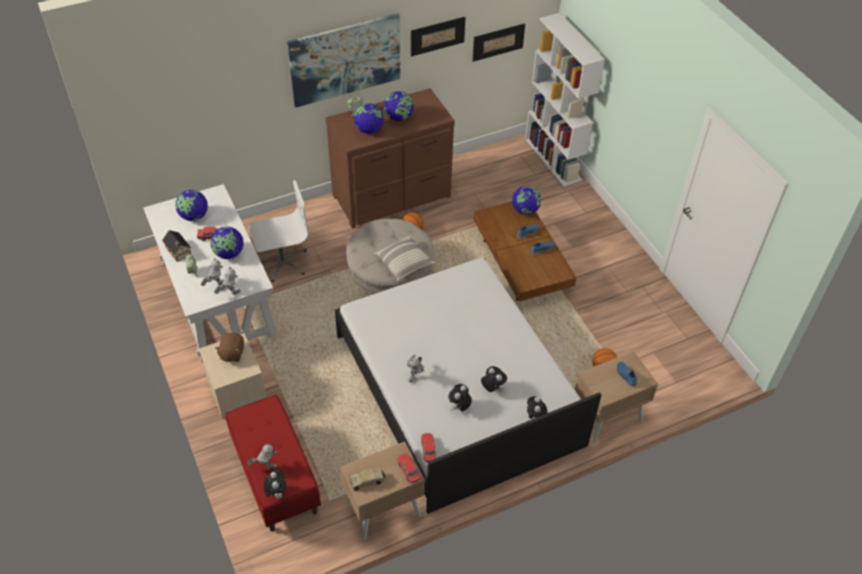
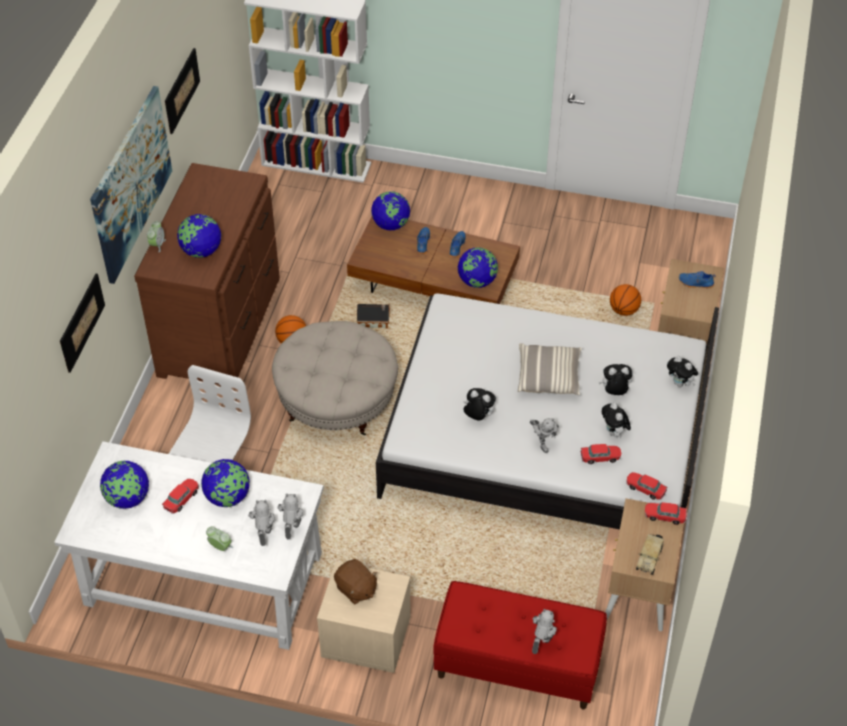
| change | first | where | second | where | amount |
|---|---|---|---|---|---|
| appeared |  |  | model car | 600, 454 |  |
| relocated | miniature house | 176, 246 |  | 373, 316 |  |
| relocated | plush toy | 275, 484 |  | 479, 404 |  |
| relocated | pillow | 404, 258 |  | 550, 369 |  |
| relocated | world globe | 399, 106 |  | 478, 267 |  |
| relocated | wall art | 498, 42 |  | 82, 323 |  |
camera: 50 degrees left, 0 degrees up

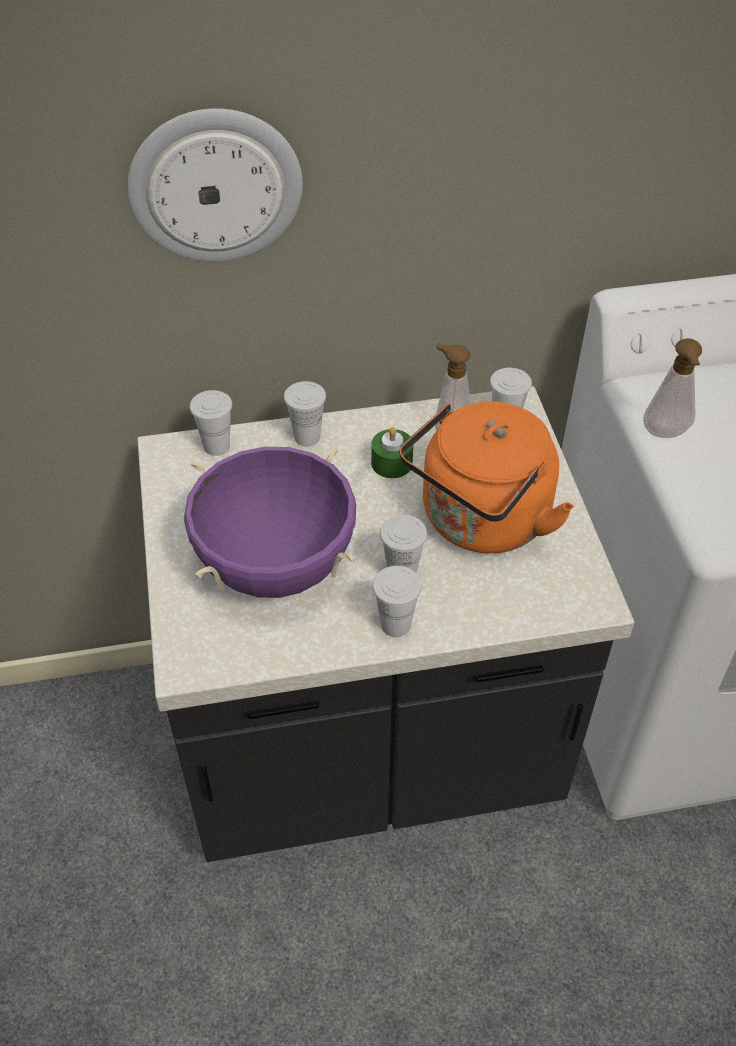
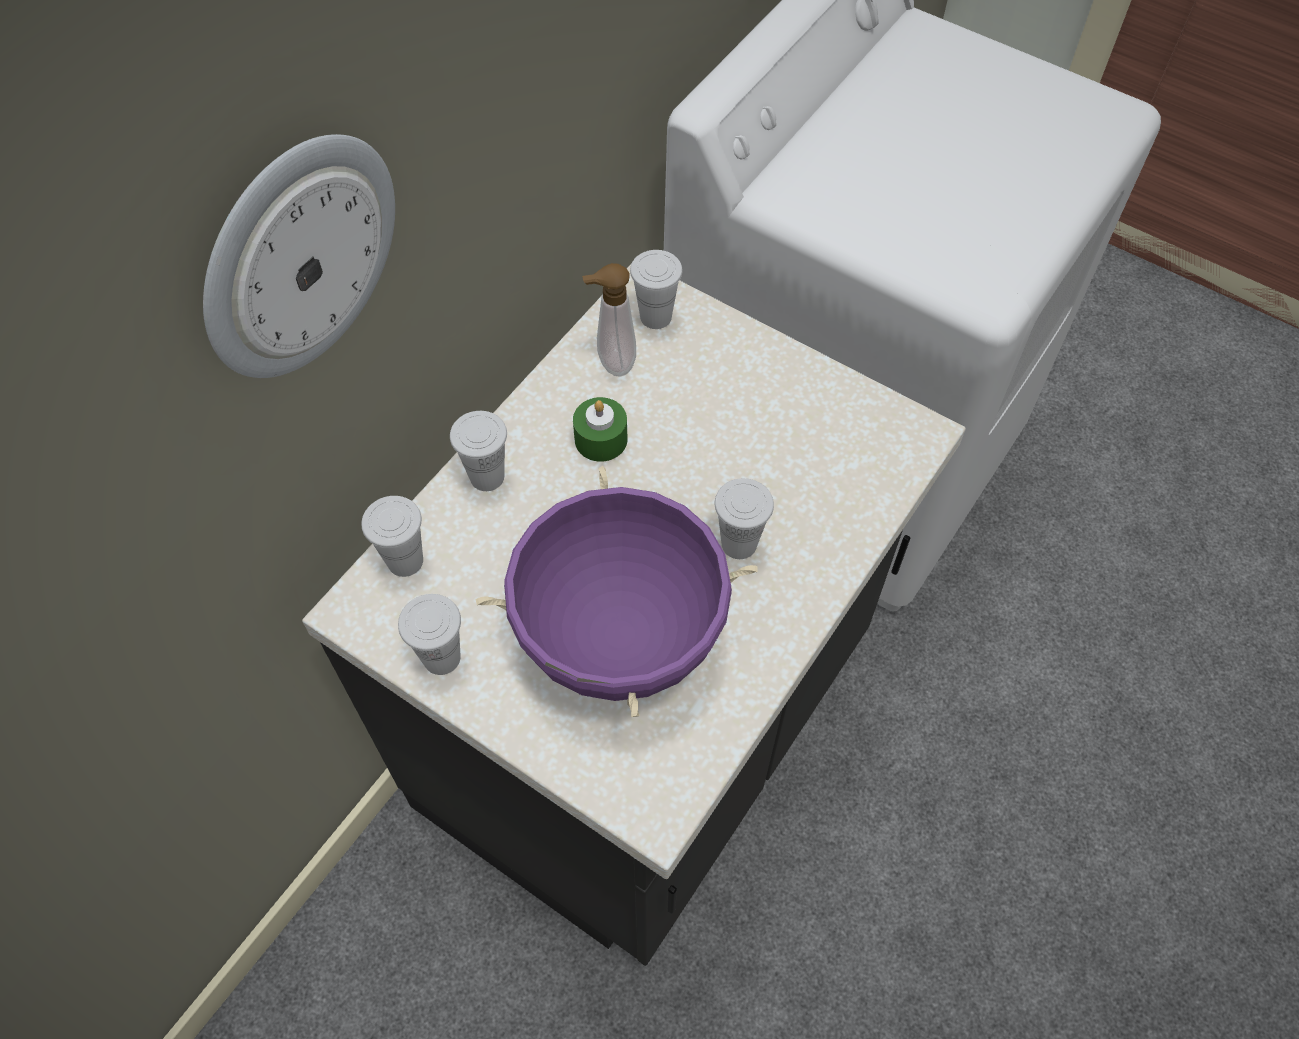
| change | first | where | second | where | amount |
|---|---|---|---|---|---|
| missing | orange kettle | 486, 477 |  |  |  |
| missing | soap bottle | 672, 388 |  |  |  |
| relocated | white-coloured drinking cup | 397, 601 |  | 429, 634 |  |
camera: 45 degrees left, 10 degrees up

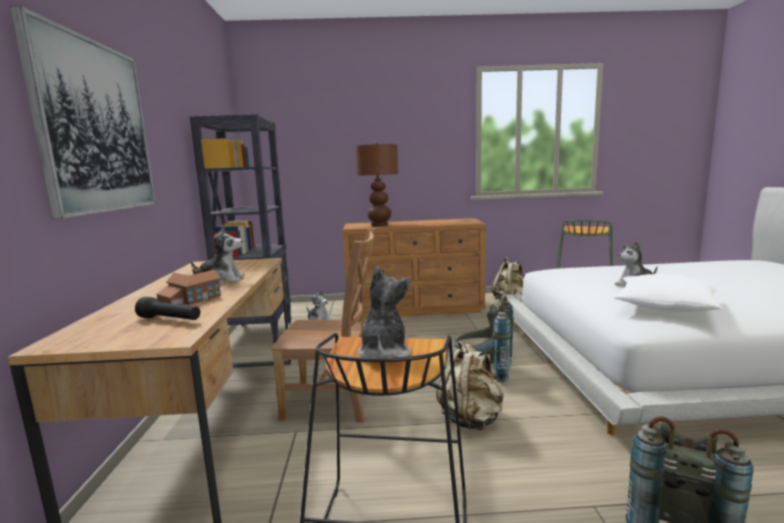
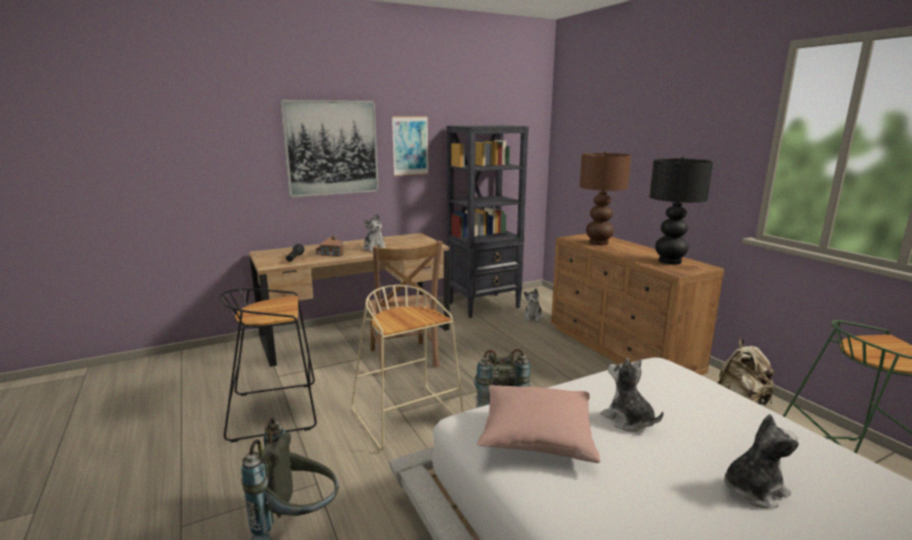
| change | first | where | second | where | amount |
|---|---|---|---|---|---|
| appeared |  |  | wall art | 410, 146 |  |
| appeared |  |  | black table lamp | 681, 210 |  |
| relocated | plush toy | 385, 312 |  | 761, 461 |  |
| exchanged | beige rucksack | 470, 385 | beige stool | 407, 367 |  |
| colour | white-coloured pillow | 668, 293 | pinkish pillow | 539, 424 |  |
camera: 65 degrees right, 5 degrees up

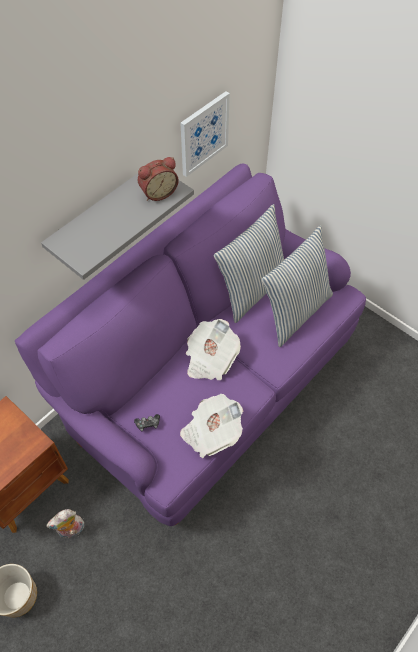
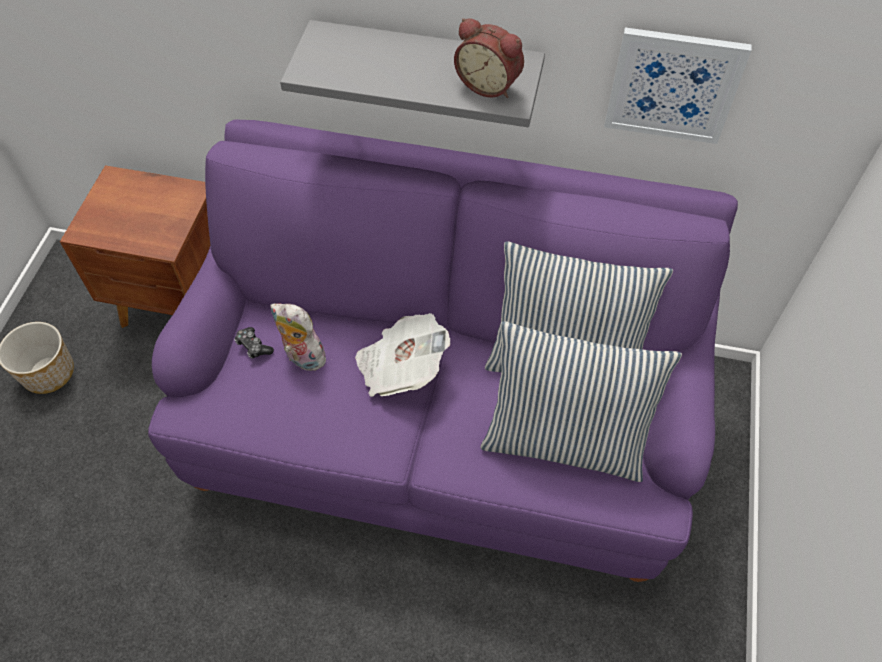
| change | first | where | second | where | amount |
|---|---|---|---|---|---|
| missing | newspaper | 211, 426 |  |  |  |
| relocated | plush toy | 65, 523 |  | 298, 337 |  |
camera: 60 degrees right, 0 degrees up

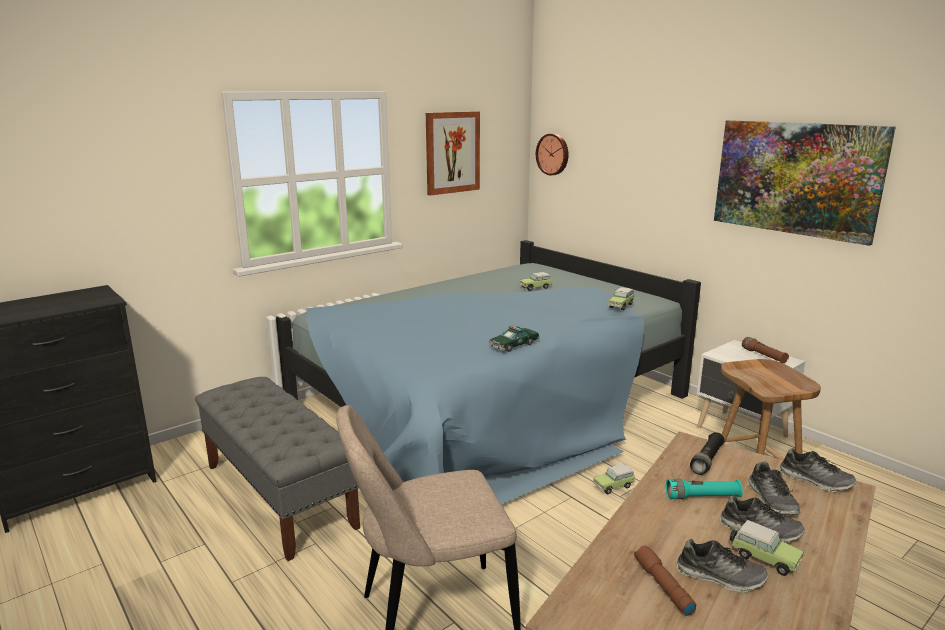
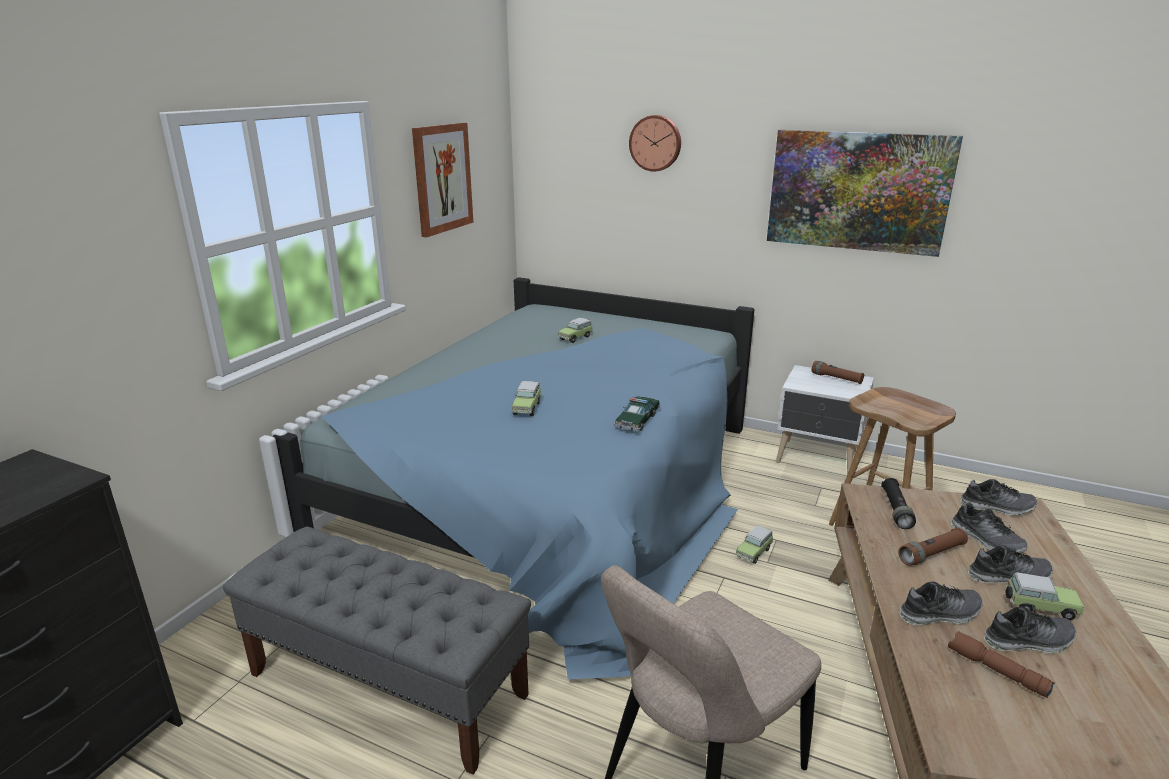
| change | first | where | second | where | amount |
|---|---|---|---|---|---|
| appeared |  |  | low shoe | 941, 604 |  |
| relocated | hanging clock | 552, 154 |  | 655, 143 |  |
| relocated | model car | 621, 298 |  | 527, 398 |  |
| colour | turquoise torch | 704, 489 | brown-coloured torch | 933, 547 |  |
camera: 25 degrees left, 5 degrees up

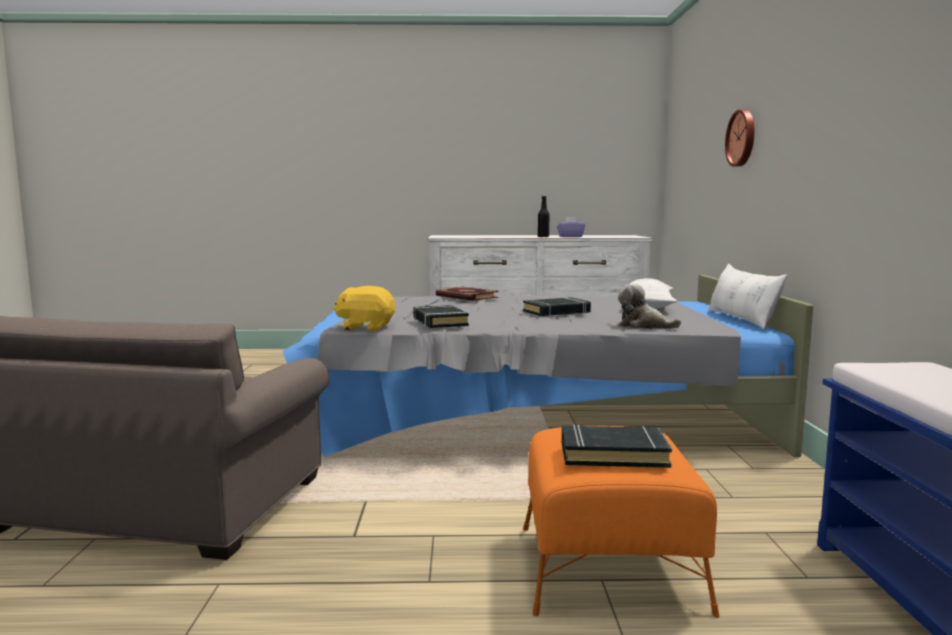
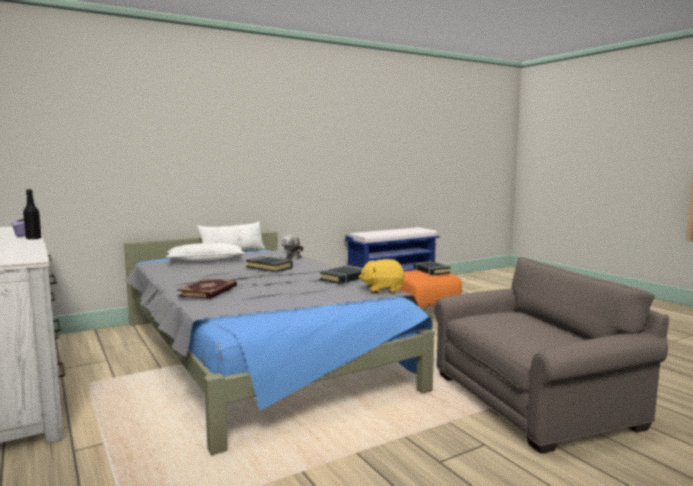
| change | first | where | second | where | amount |
|---|---|---|---|---|---|
| missing | hanging clock | 739, 138 |  |  |  |
| spun | yellow-coloured plush toy | 364, 308 |  | 381, 276 | 105 degrees clockwise |
camera: 120 degrees left, 0 degrees up

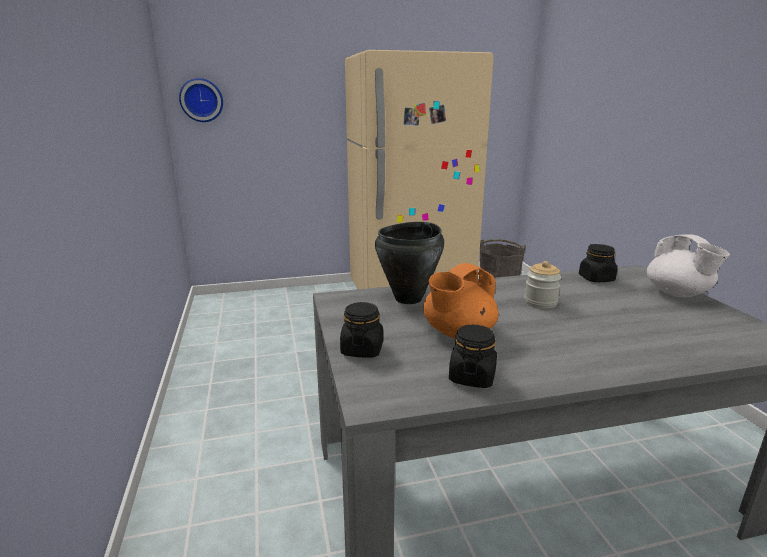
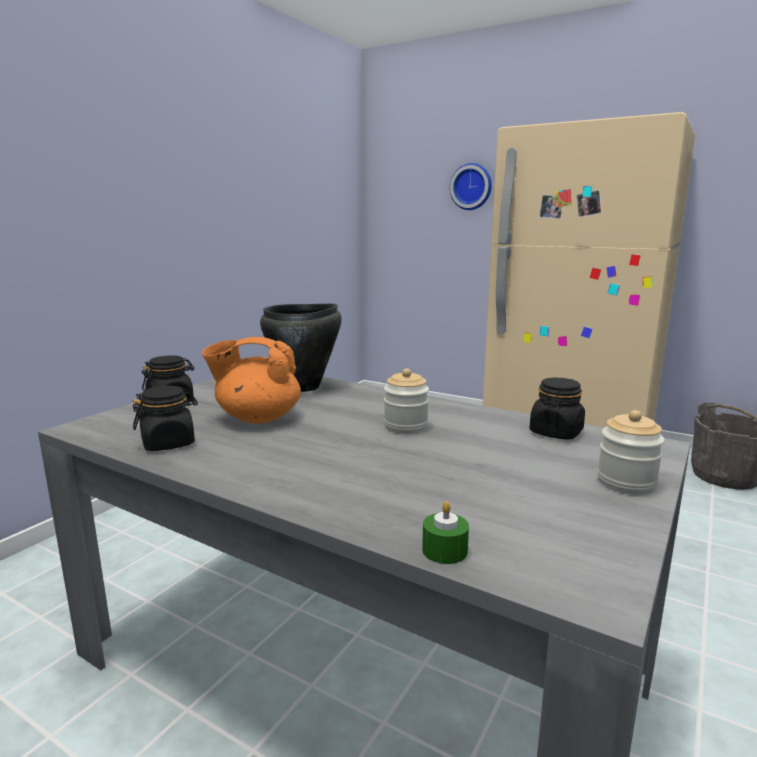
| change | first | where | second | where | amount |
|---|---|---|---|---|---|
| appeared |  |  | green wax candle | 445, 532 |  |
| relocated | hanging clock | 201, 100 |  | 471, 186 |  |
| exchanged | white-coloured tea pot | 688, 266 | storage jar | 631, 452 |  |
camera: 45 degrees right, 5 degrees down

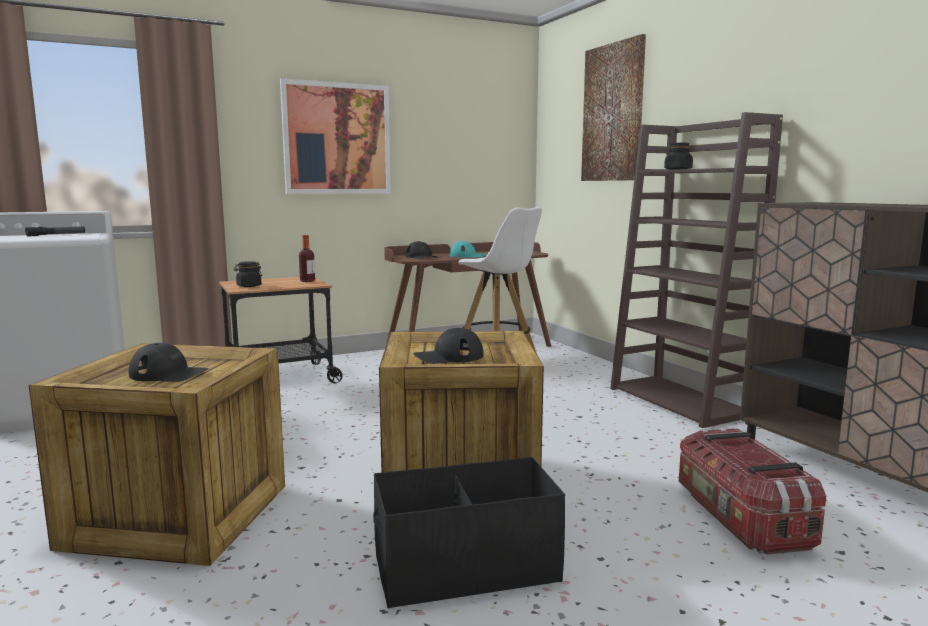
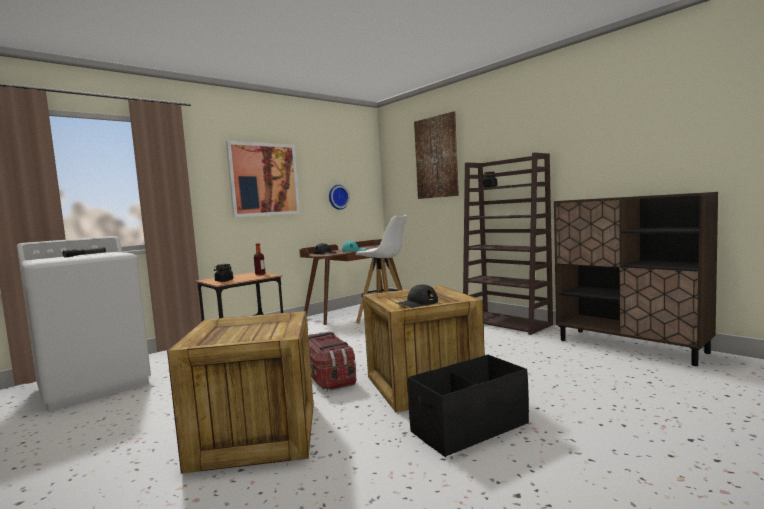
| change | first | where | second | where | amount |
|---|---|---|---|---|---|
| missing | black baseball cap | 168, 362 |  |  |  |
| appeared |  |  | hanging clock | 339, 197 |  |
| relocated | storage box | 752, 491 |  | 332, 361 |  |
camera: 15 degrees left, 5 degrees down

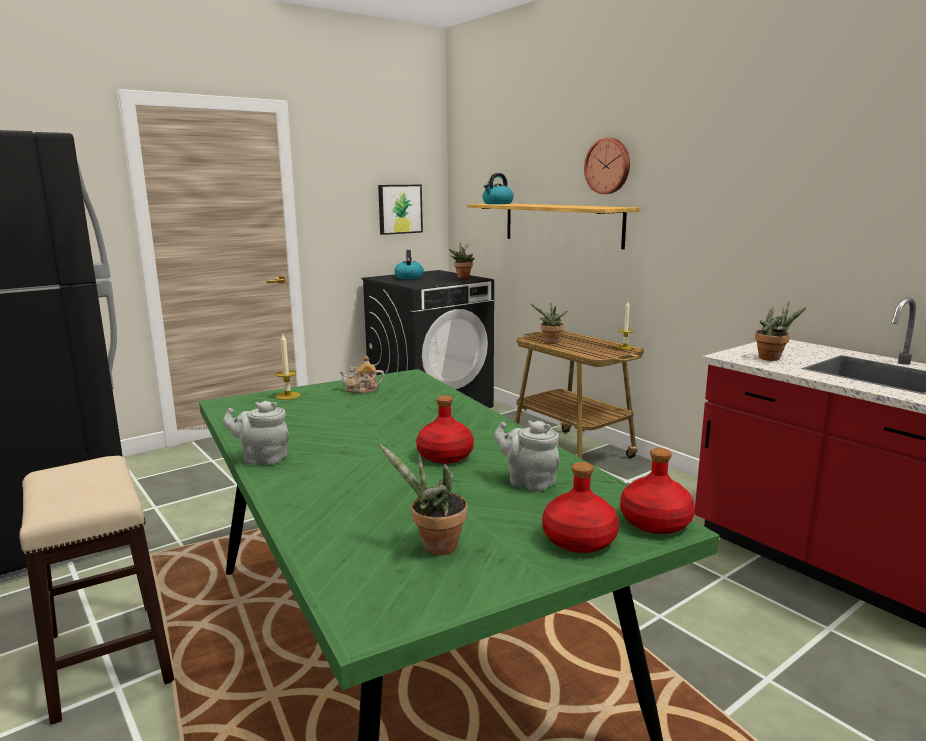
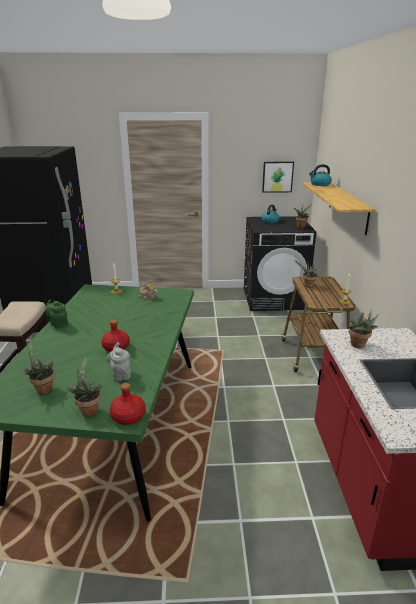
| change | first | where | second | where | amount |
|---|---|---|---|---|---|
| missing | hanging clock | 607, 166 |  |  |  |
| exchanged | reddish drink bottle | 580, 507 | plant in a pot | 84, 387 |  |
| colour | grey tea pot | 256, 433 | green tea pot | 57, 313 |  |
camera: 35 degrees right, 10 degrees up

